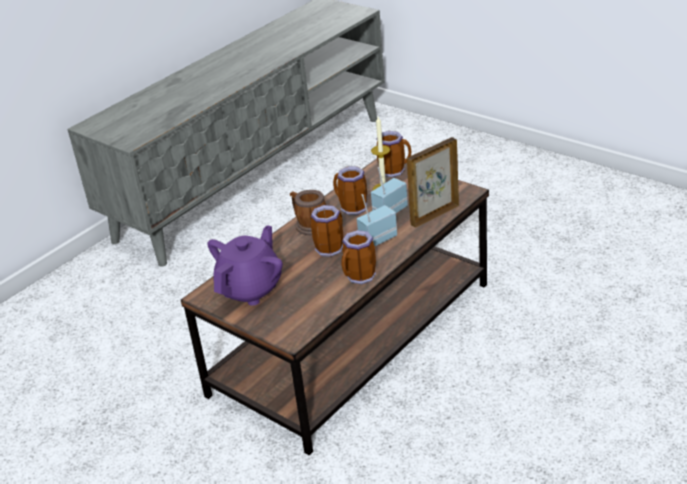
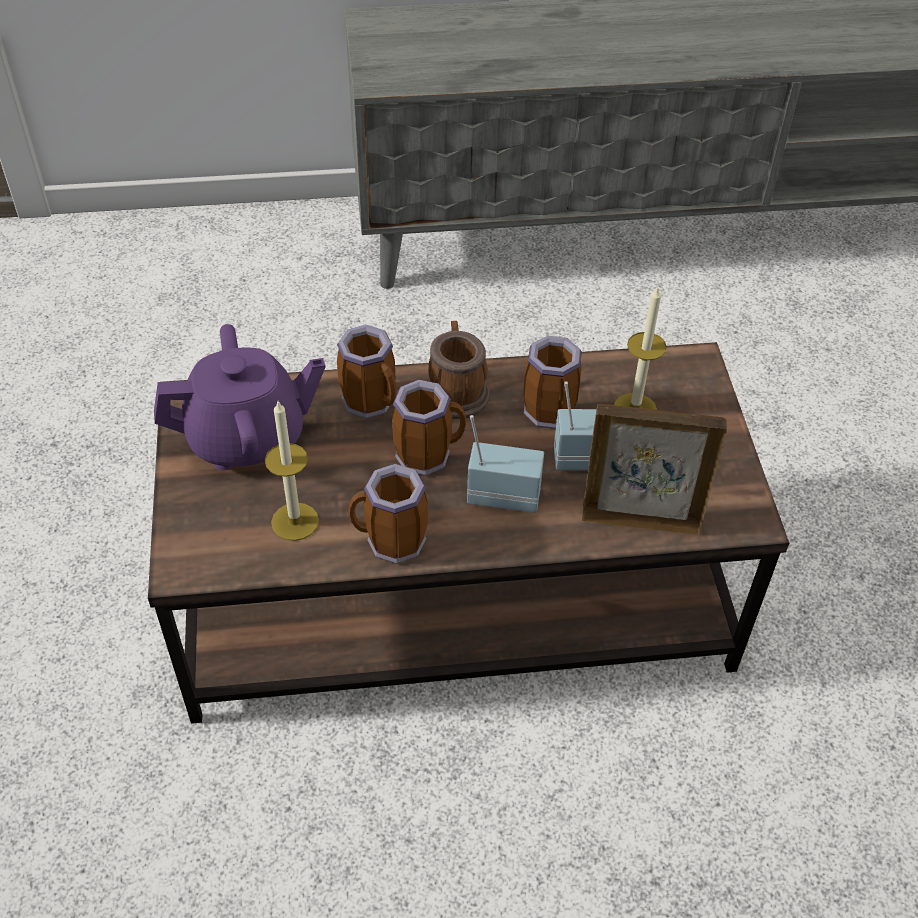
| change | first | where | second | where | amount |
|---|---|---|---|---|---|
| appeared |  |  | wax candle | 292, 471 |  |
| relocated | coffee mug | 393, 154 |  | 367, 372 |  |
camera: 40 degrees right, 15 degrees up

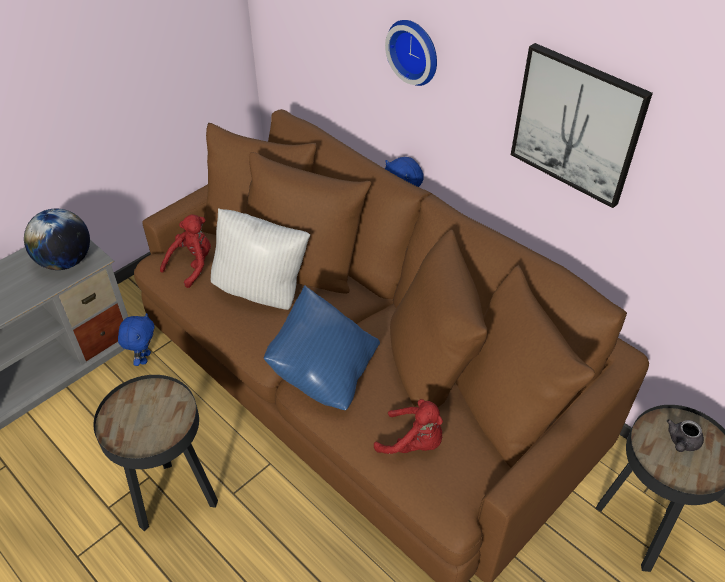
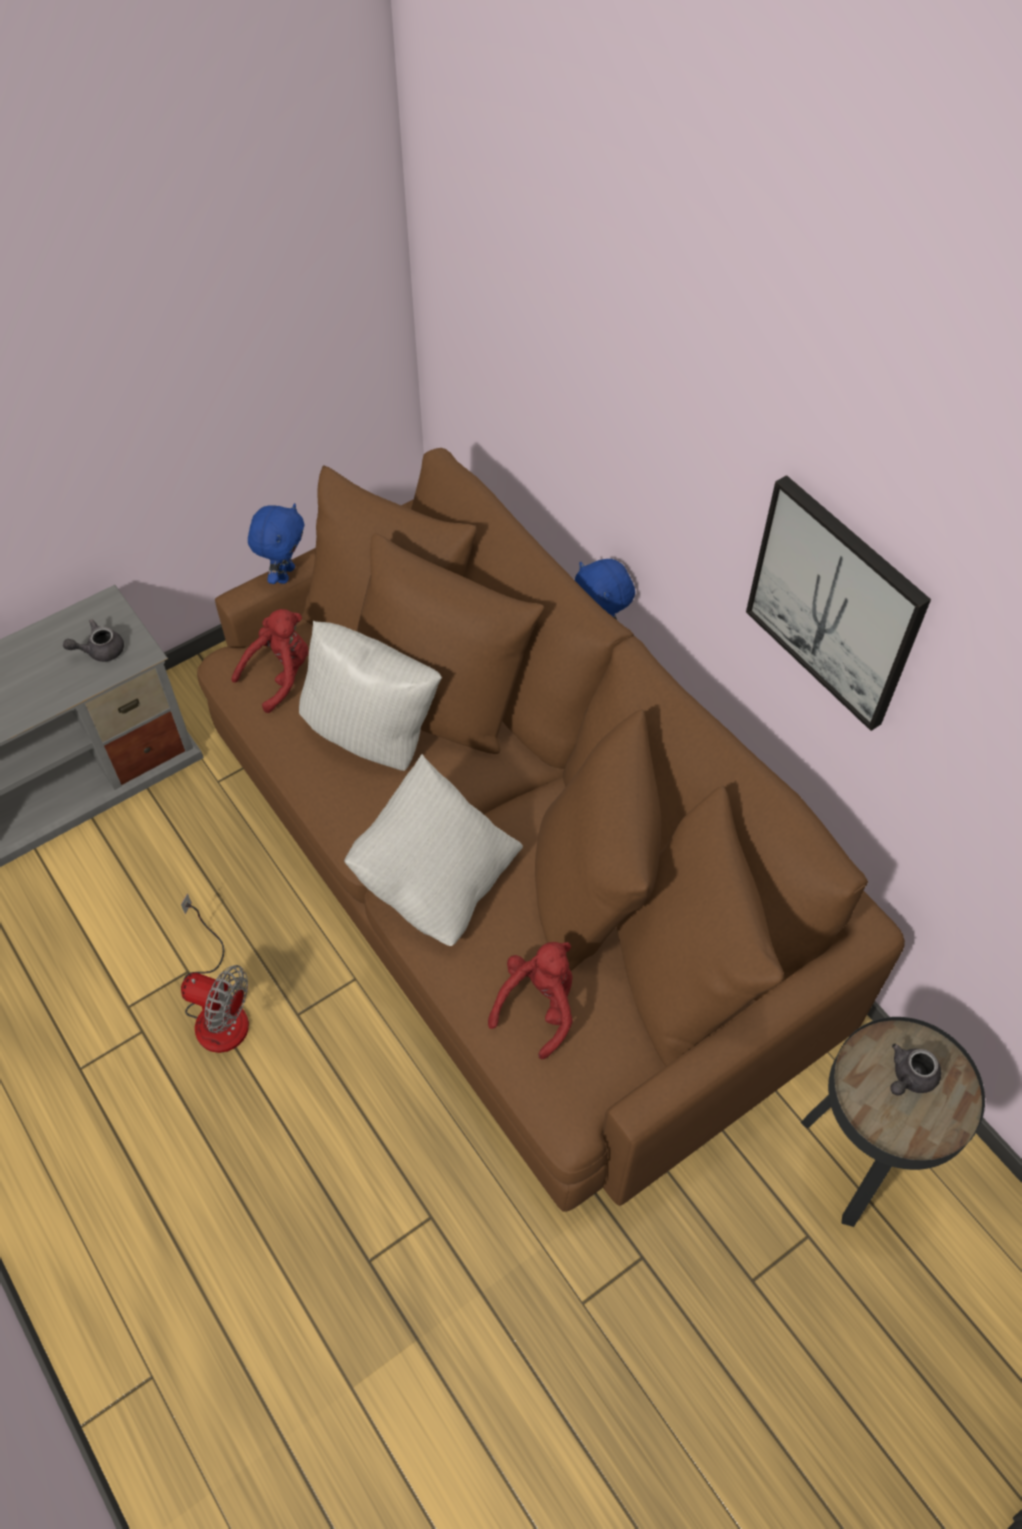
| change | first | where | second | where | amount |
|---|---|---|---|---|---|
| missing | hanging clock | 411, 53 |  |  |  |
| relocated | bluish plush toy | 136, 339 |  | 276, 543 |  |
| exchanged | world globe | 57, 239 | grey tea pot | 93, 640 |  |
| exchanged | black accent table | 156, 453 | electric fan | 215, 973 |  |
| colour | bluish pillow | 322, 347 | white-coloured pillow | 433, 850 |  |
| spun | reddish plush toy | 408, 426 |  | 530, 1000 | 90 degrees counterclockwise |
camera: 10 degrees right, 10 degrees up

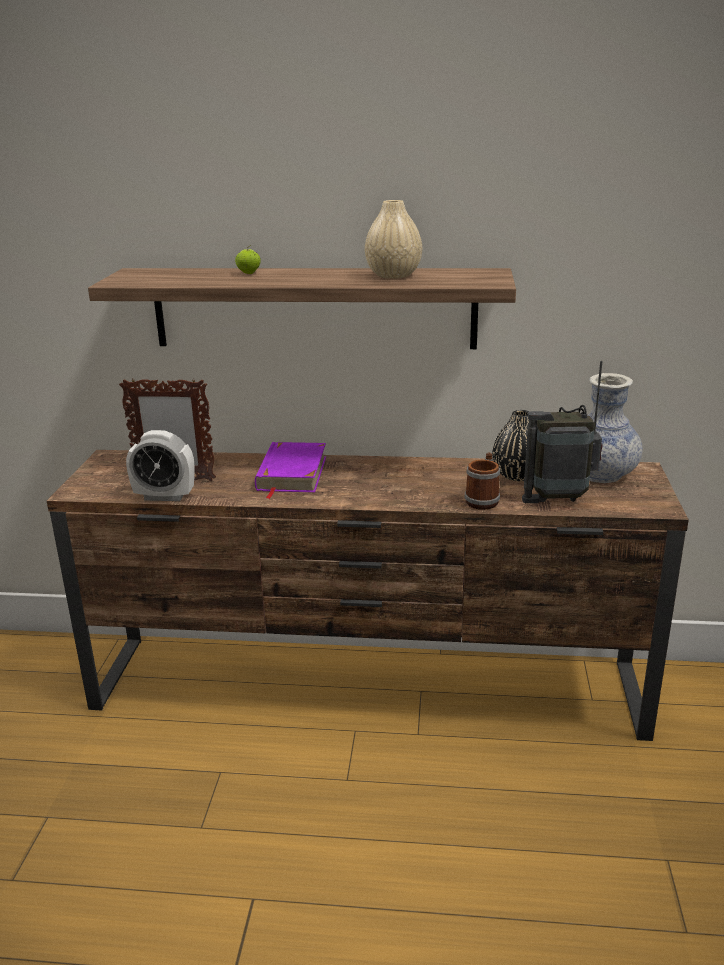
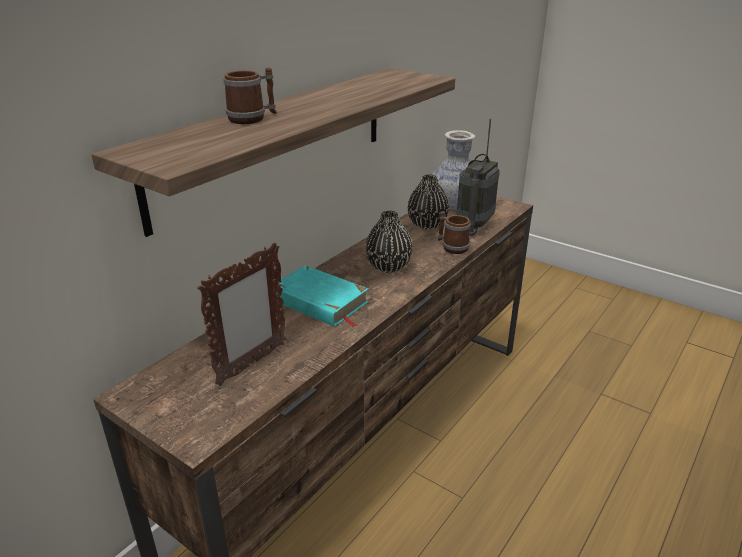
| change | first | where | second | where | amount |
|---|---|---|---|---|---|
| missing | table clock | 160, 465 |  |  |  |
| missing | beige vase | 393, 239 |  |  |  |
| appeared |  |  | black vase | 389, 242 |  |
| exchanged | apple fruit | 248, 261 | coffee mug | 250, 95 |  |
| colour | purplish book | 290, 470 | turquoise book | 322, 296 |  |
camera: 60 degrees left, 5 degrees up

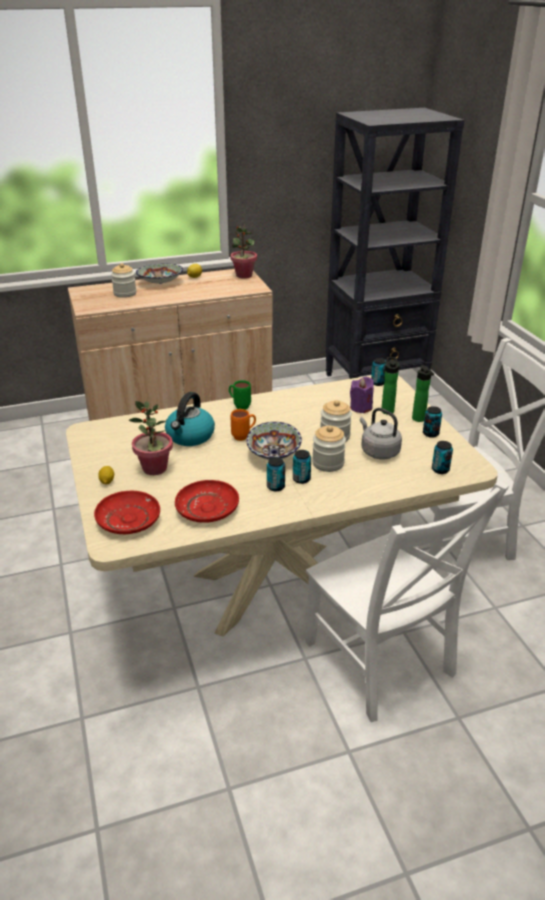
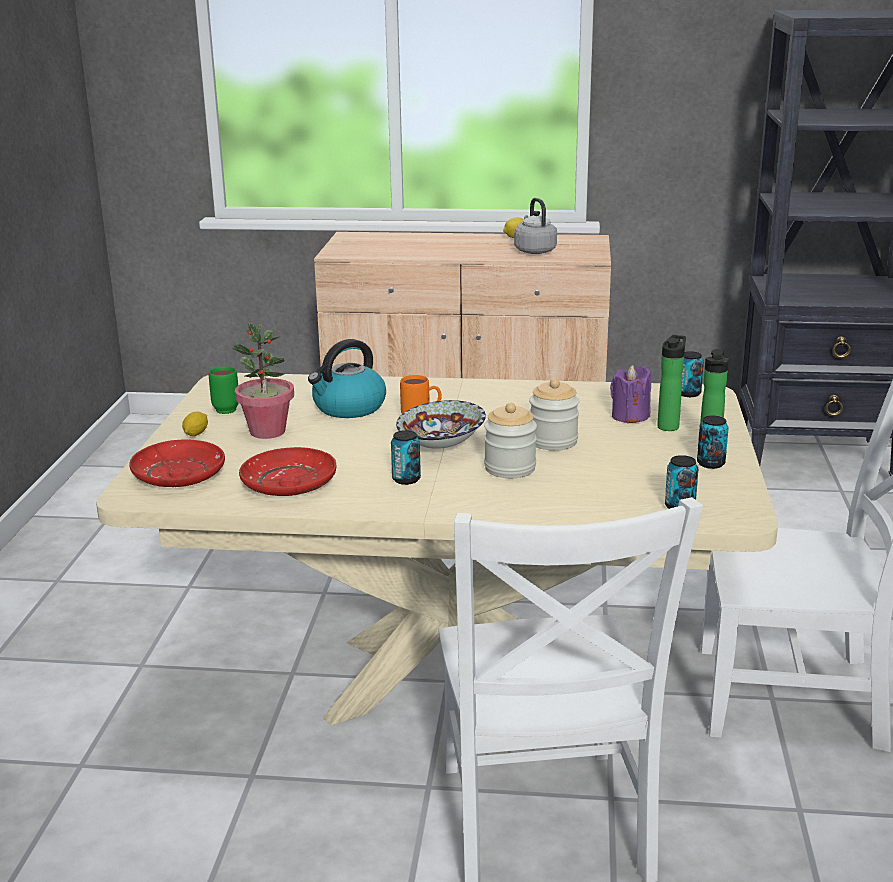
| change | first | where | second | where | amount |
|---|---|---|---|---|---|
| missing | storage jar | 124, 280 |  |  |  |
| missing | deep dish | 159, 274 |  |  |  |
| missing | plant in a pot | 244, 251 |  |  |  |
| missing | sealed can | 302, 467 |  |  |  |
| relocated | green coffee mug | 240, 395 |  | 224, 390 |  |
| relocated | grey kettle | 381, 433 |  | 535, 226 |  |
camera: 25 degrees right, 10 degrees down

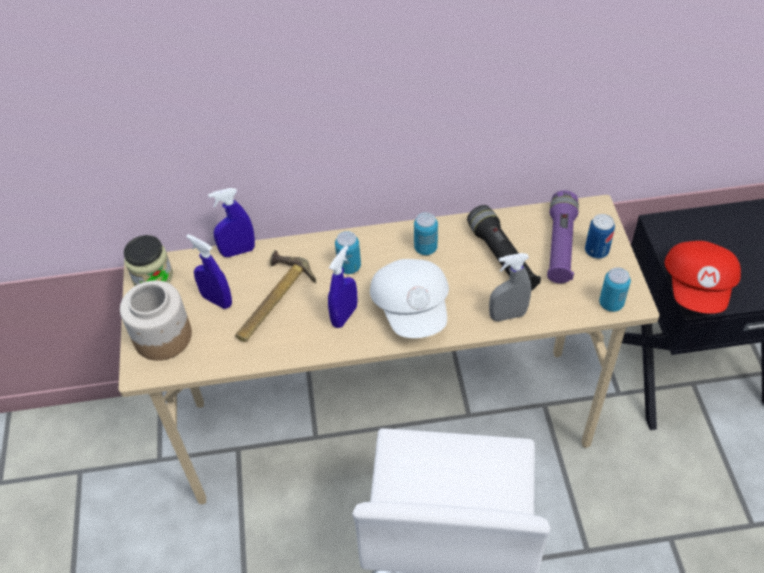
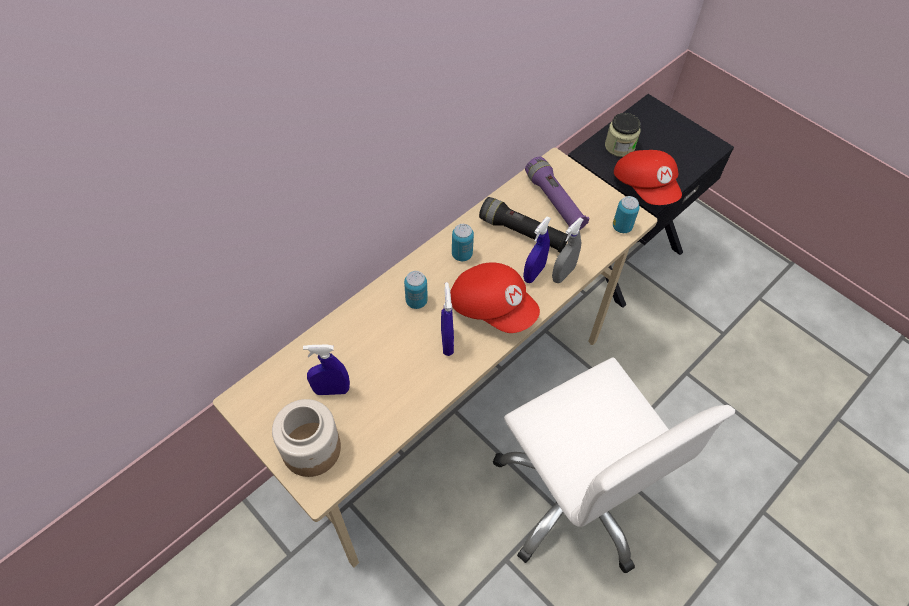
| change | first | where | second | where | amount |
|---|---|---|---|---|---|
| missing | hand hammer | 275, 296 |  |  |  |
| missing | sealed can | 600, 236 |  |  |  |
| relocated | storage jar | 148, 260 |  | 622, 135 |  |
| relocated | bluish hand sprayer | 231, 222 |  | 537, 249 |  |
| colour | white-coloured baseball cap | 409, 298 | reddish baseball cap | 495, 297 |  |
camera: 40 degrees left, 5 degrees up

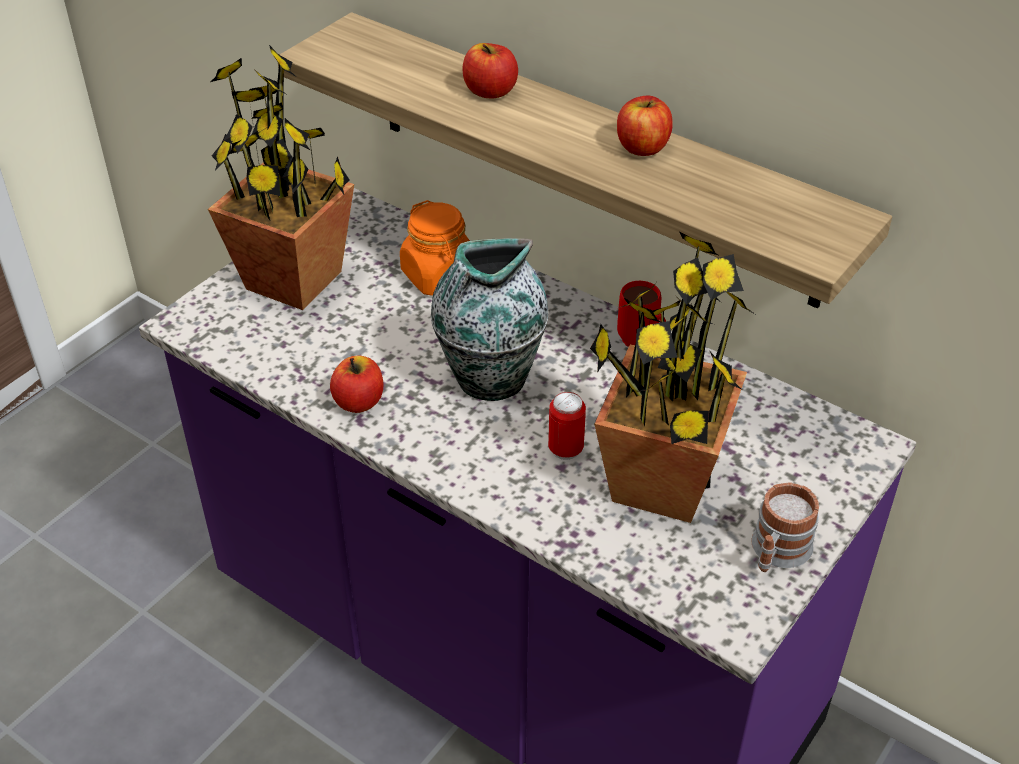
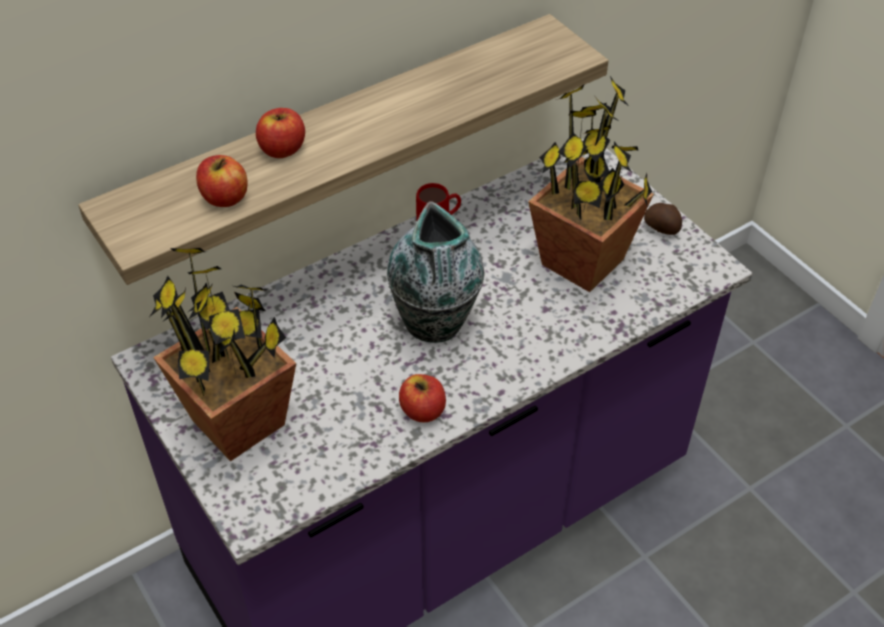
| change | first | where | second | where | amount |
|---|---|---|---|---|---|
| missing | orange storage jar | 435, 248 |  |  |  |
| missing | sealed can | 567, 426 |  |  |  |
| relocated | apple fruit | 645, 125 |  | 222, 181 |  |
| exchanged | coffee mug | 785, 527 | whole potato | 663, 219 |  |
camera: 70 degrees left, 5 degrees up

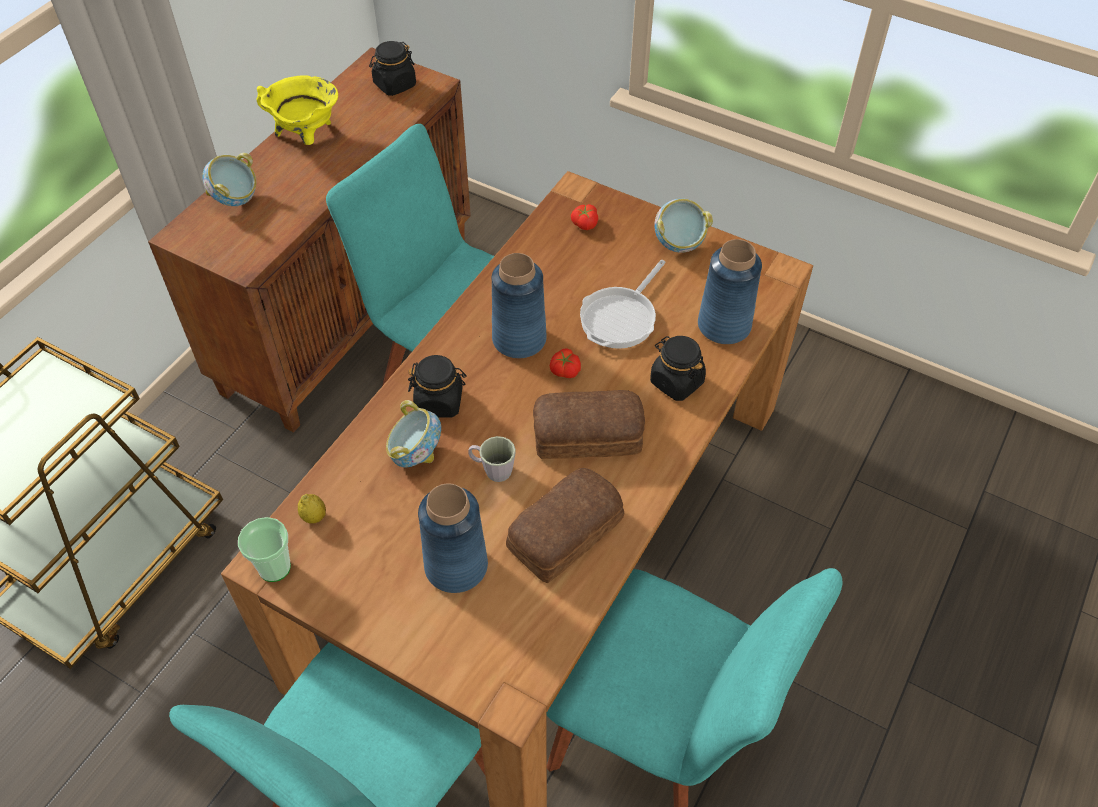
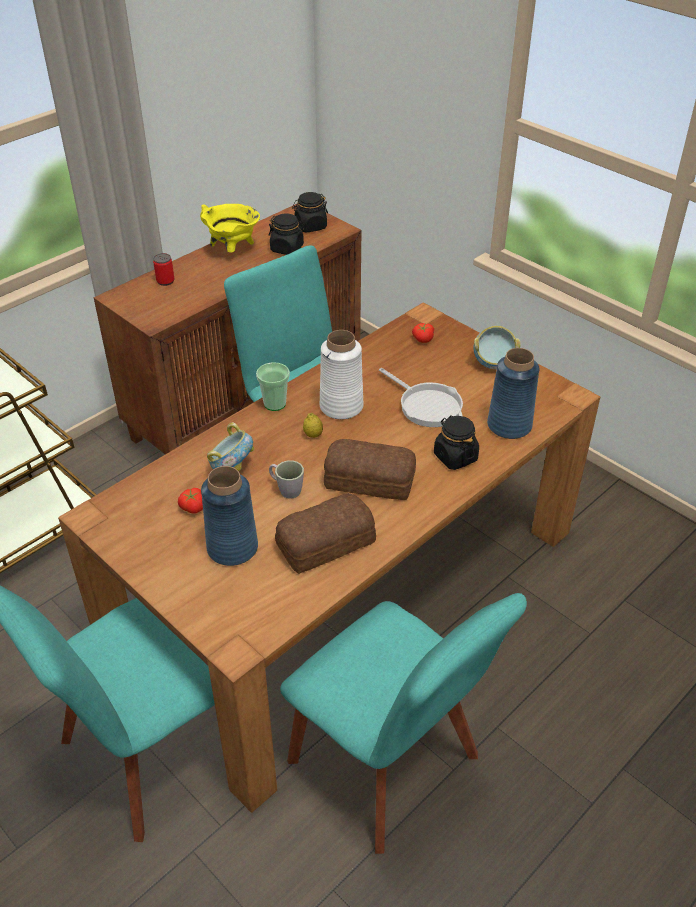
| change | first | where | second | where | amount |
|---|---|---|---|---|---|
| relocated | drinking cup | 264, 549 |  | 273, 386 |  |
| relocated | citrus fruit | 312, 509 |  | 313, 425 |  |
| relocated | black storage jar | 437, 386 |  | 287, 234 |  |
| relocated | fresh tomato | 565, 363 |  | 190, 500 |  |
| exchanged | deep dish | 229, 179 | sealed can | 163, 269 |  |
| colour | bluish vase | 519, 305 | white-coloured vase | 341, 375 |  |
| spun | skillet | 623, 304 |  | 421, 397 | 90 degrees counterclockwise |
camera: 15 degrees right, 10 degrees down

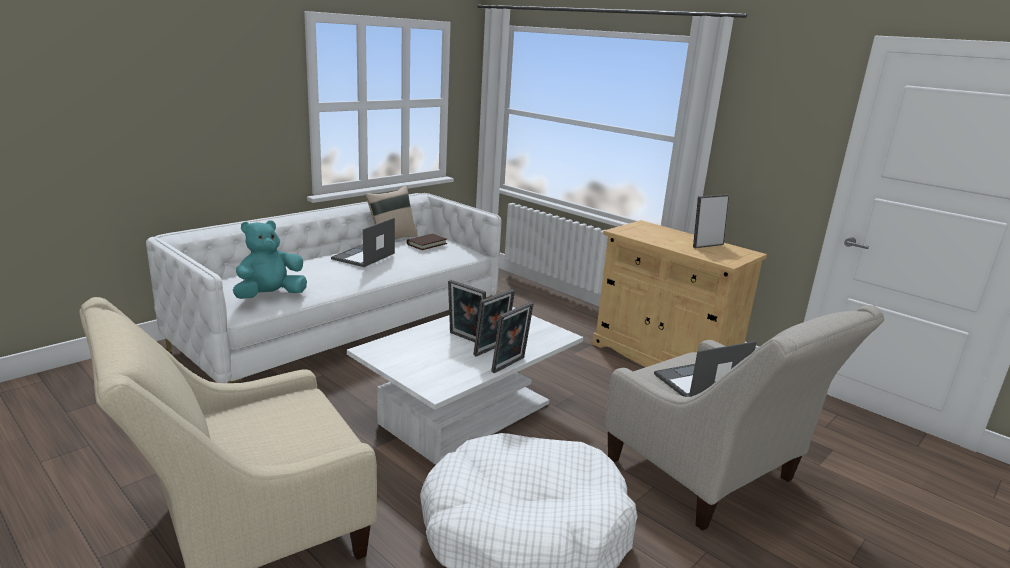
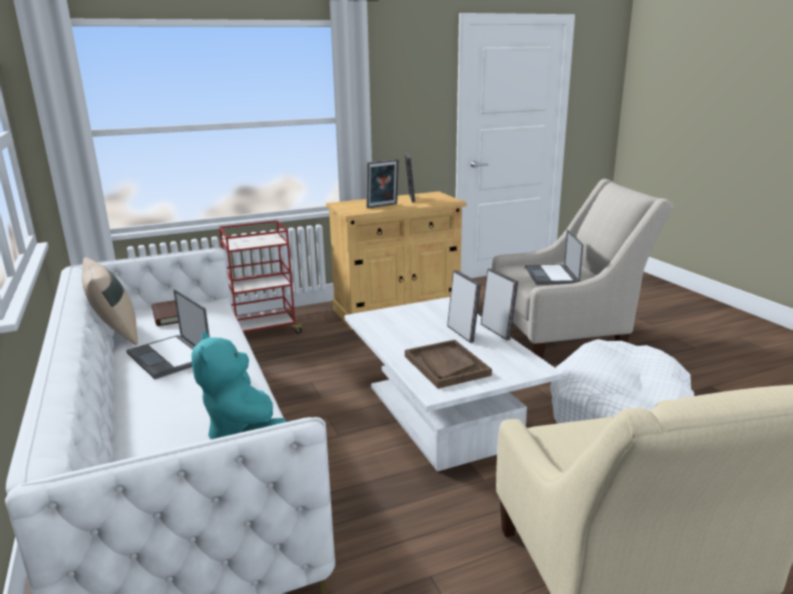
| change | first | where | second | where | amount |
|---|---|---|---|---|---|
| appeared |  |  | reddish cart | 262, 277 |  |
| appeared |  |  | brown-coloured serving tray | 448, 364 |  |
| relocated | standing frame | 467, 311 |  | 382, 183 |  |
camera: 65 degrees left, 0 degrees up

